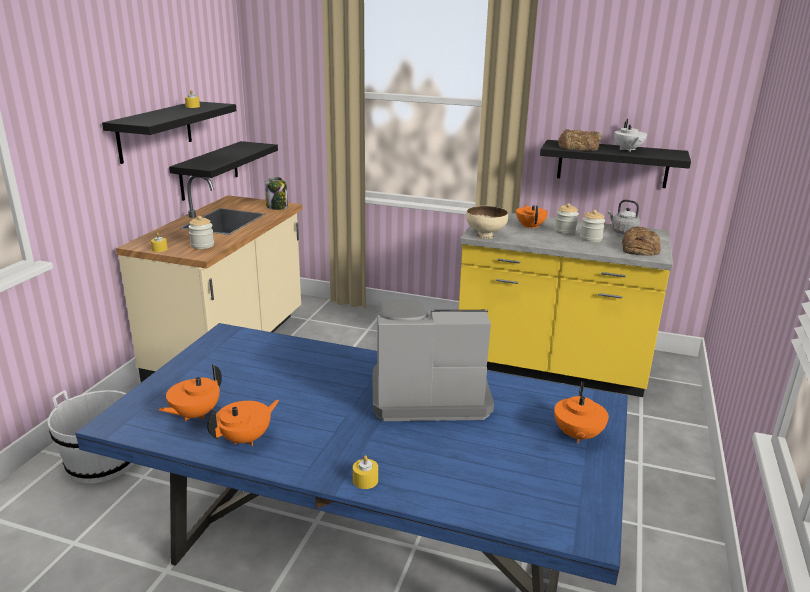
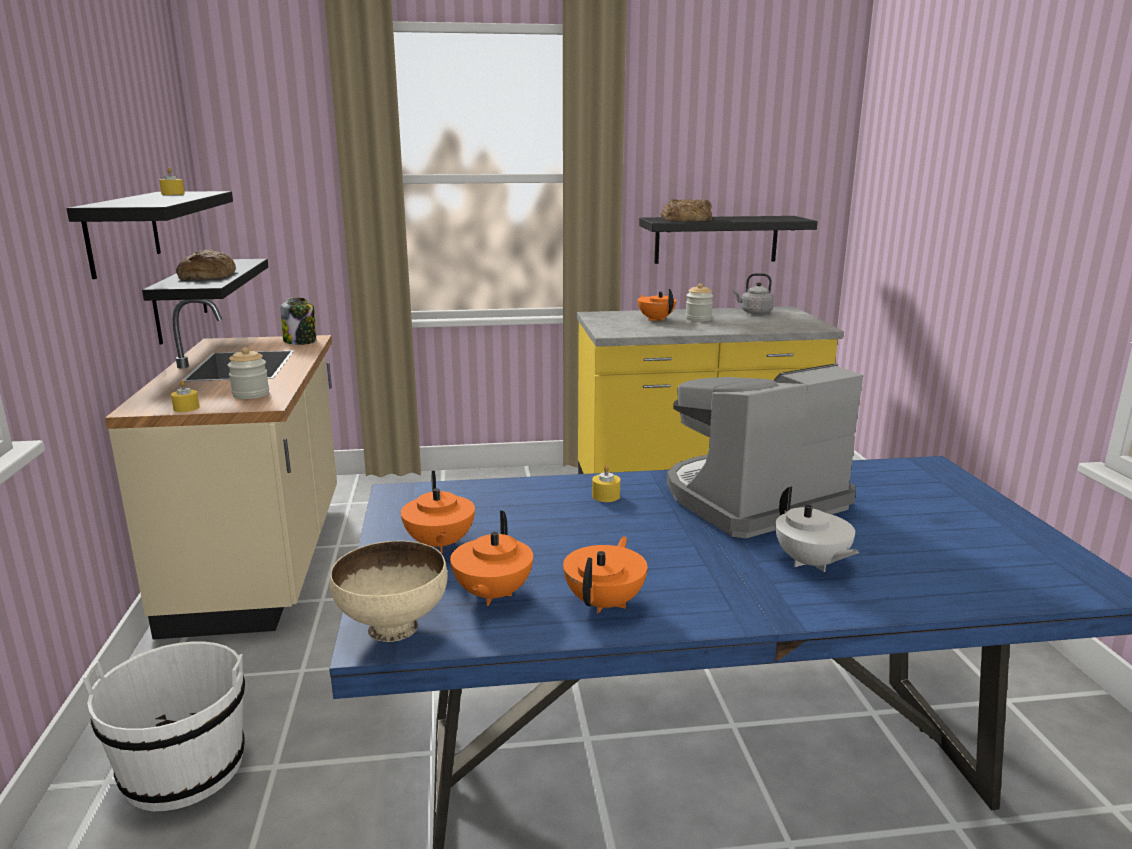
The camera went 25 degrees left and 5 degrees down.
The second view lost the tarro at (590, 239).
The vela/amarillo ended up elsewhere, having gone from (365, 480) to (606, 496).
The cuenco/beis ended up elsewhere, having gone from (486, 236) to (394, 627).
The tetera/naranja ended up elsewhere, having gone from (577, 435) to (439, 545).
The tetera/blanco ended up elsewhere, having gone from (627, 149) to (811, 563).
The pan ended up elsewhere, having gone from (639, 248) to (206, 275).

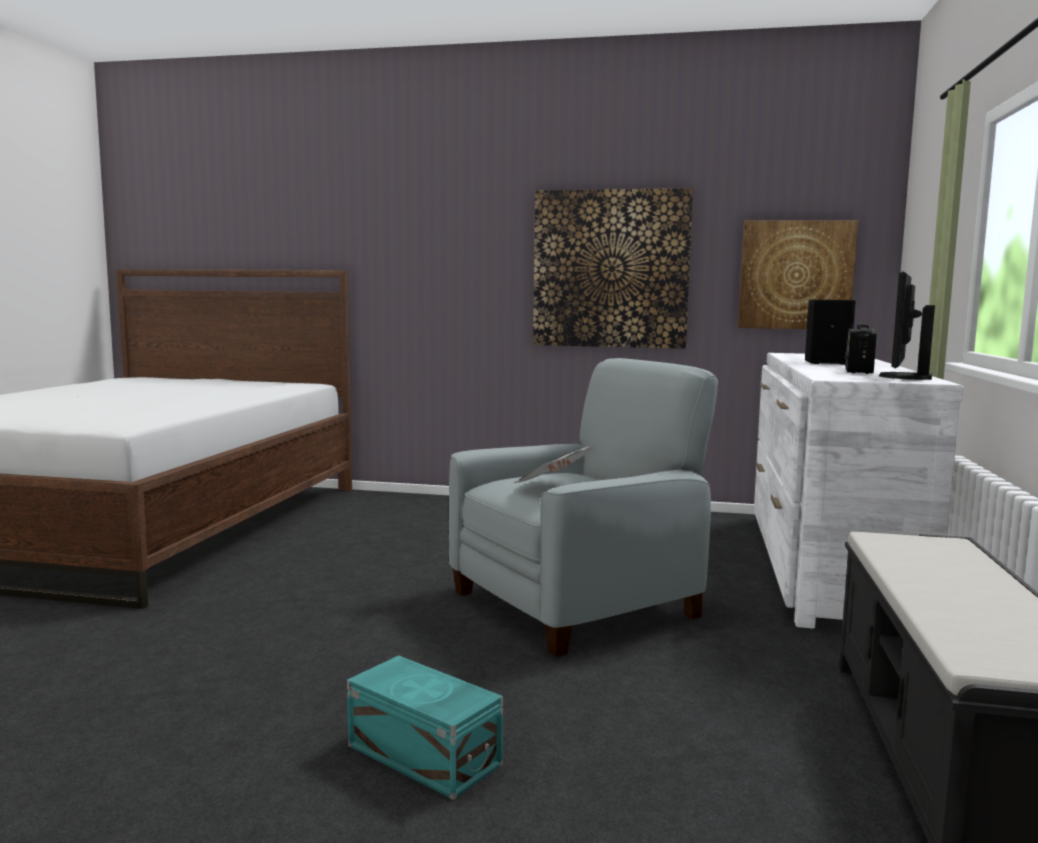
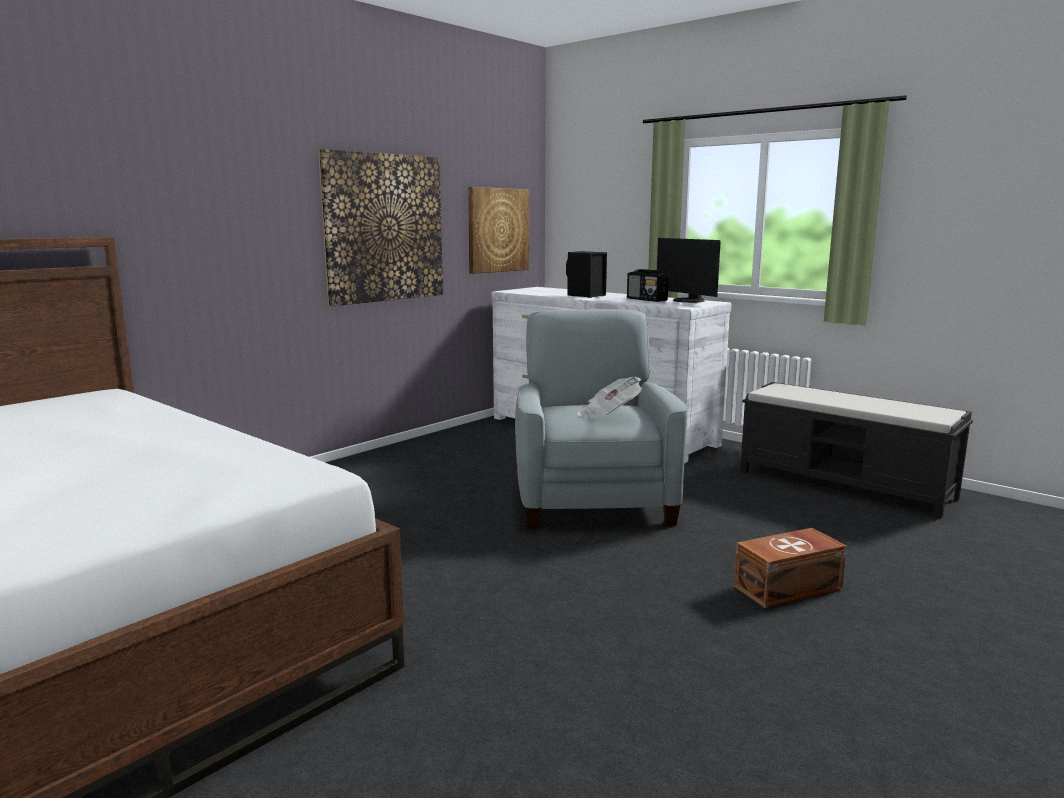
The camera went 60 degrees left and 5 degrees up.
What was the caja de almacenaje/turquesa at (424, 756) turned into the caja de almacenaje/marrón at (789, 588).

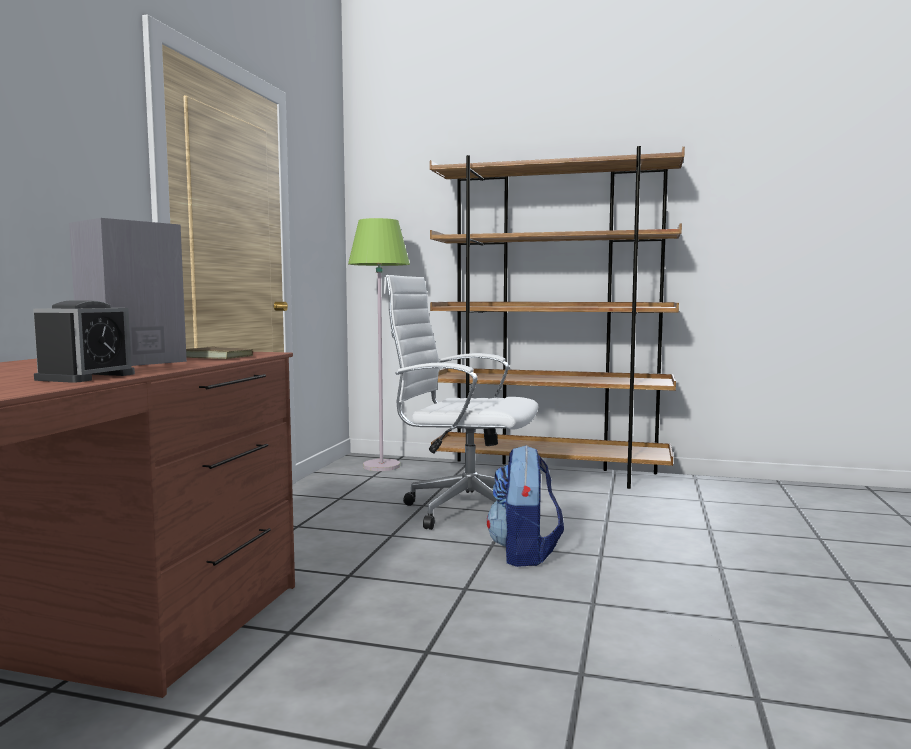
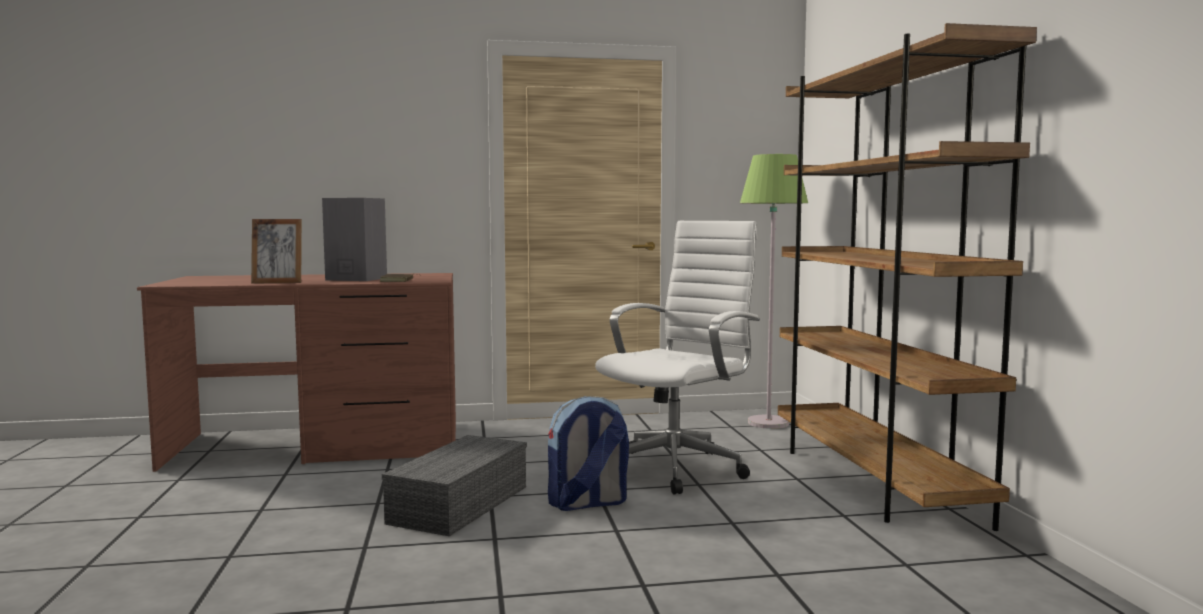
The camera went 65 degrees right and 0 degrees up.
The second view gained the caja de almacenaje/gris at (459, 503).
Where the despertador stood at (86, 377), the portarretratos came to stand at (278, 282).
The silla de oficina/blanco at (462, 510) ended up facing another way, 45 degrees clockwise from before.

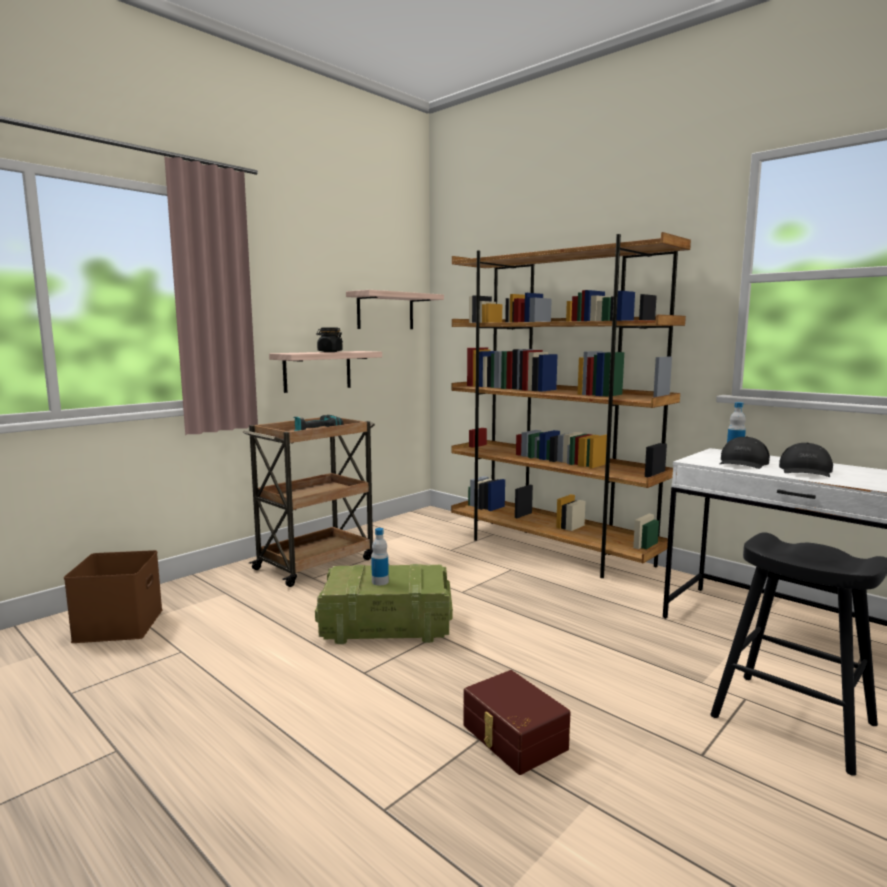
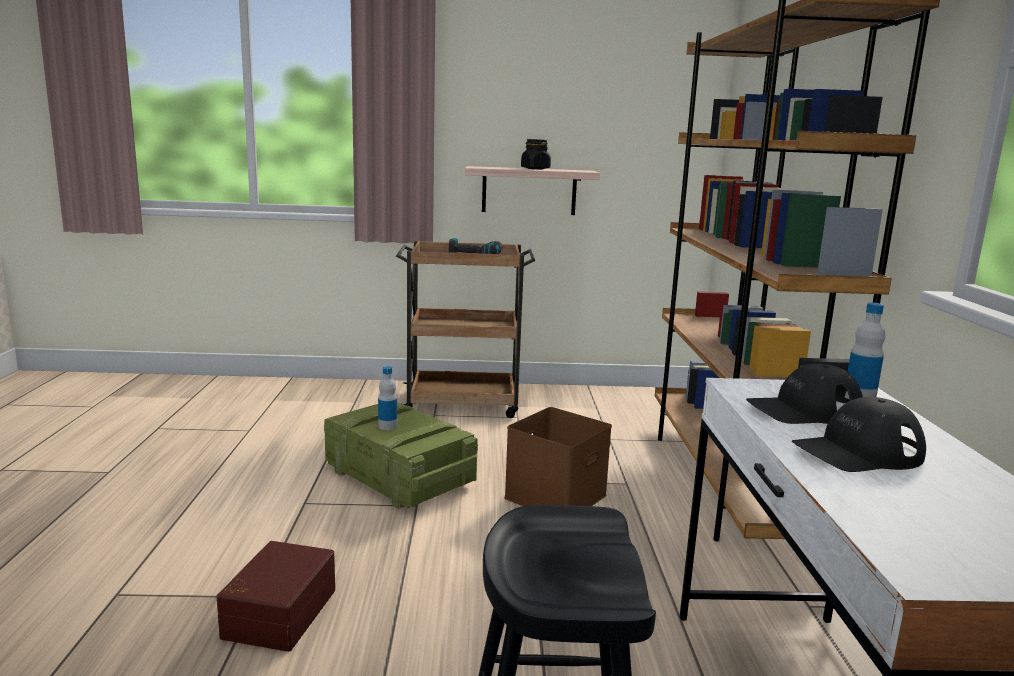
The camera went 45 degrees right and 5 degrees up.
The second view lost the estante at (385, 311).
The caja de almacenaje/marrón ended up elsewhere, having gone from (120, 625) to (556, 497).

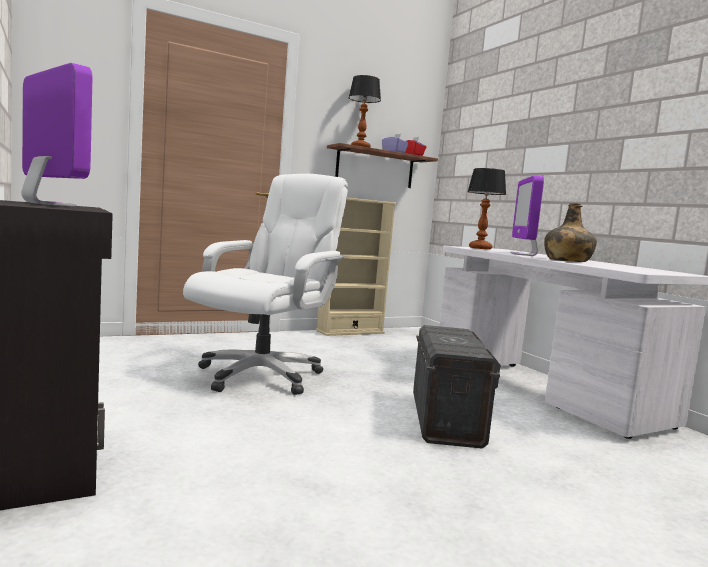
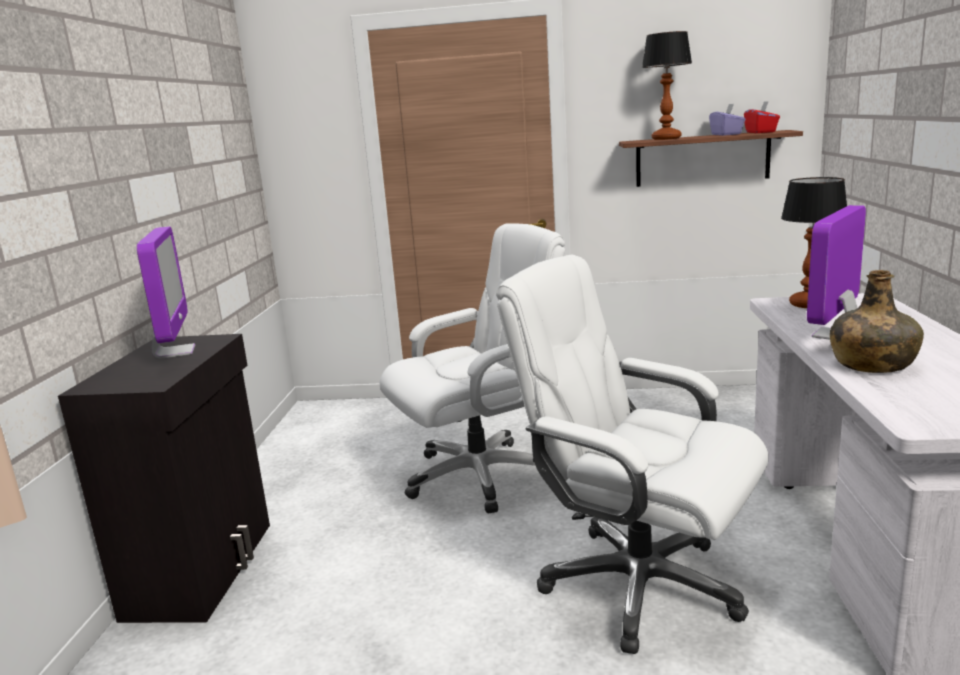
The camera went 35 degrees right and 10 degrees up.
The second view lost the estantería/beis at (350, 332).
Where the caja de almacenaje/gris stood at (446, 419), the silla de oficina/blanco came to stand at (637, 584).

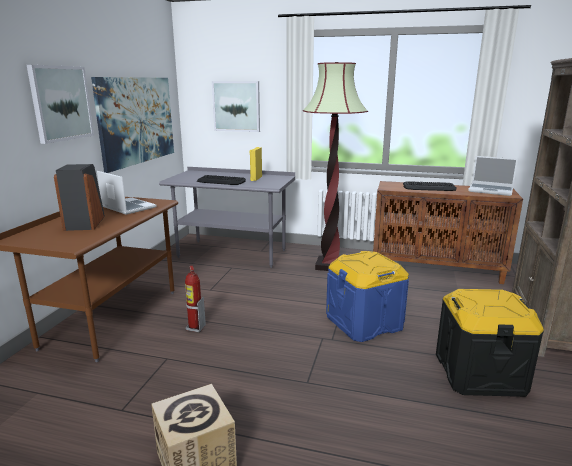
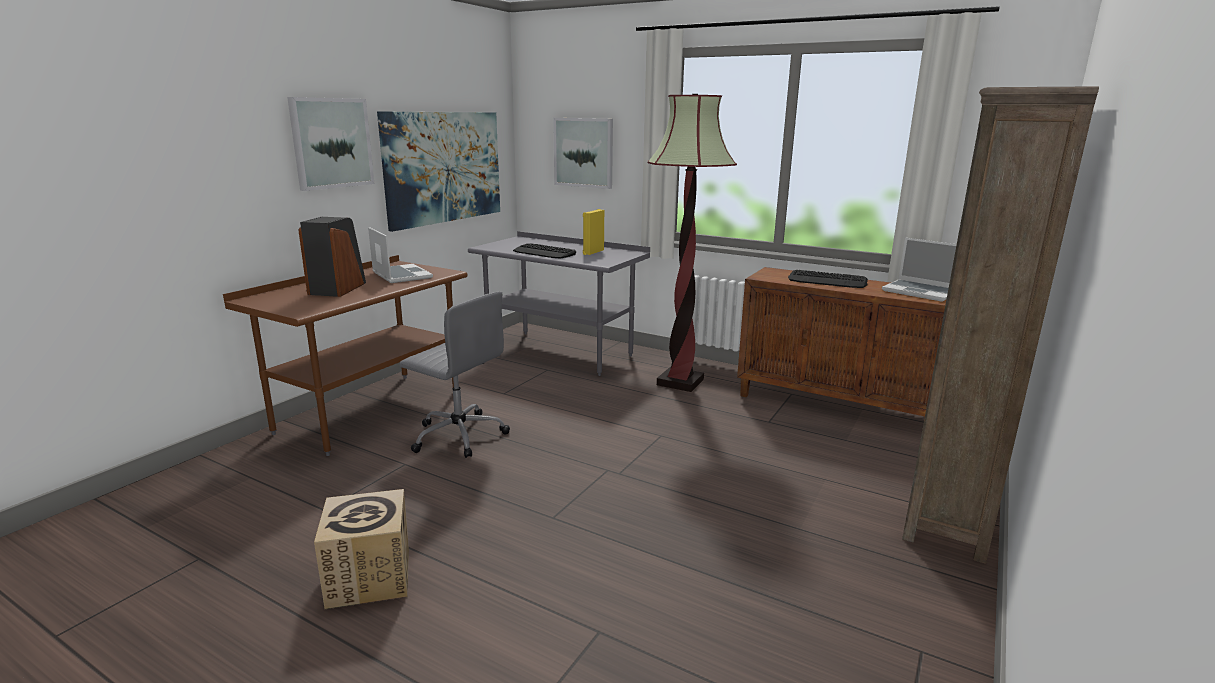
The camera went 15 degrees right and 0 degrees up.
The second view lost the caja de almacenaje/azul at (364, 322).
The second view lost the caja de almacenaje/negro at (479, 373).
Where the extintor stood at (195, 328), the silla de oficina/gris came to stand at (458, 435).

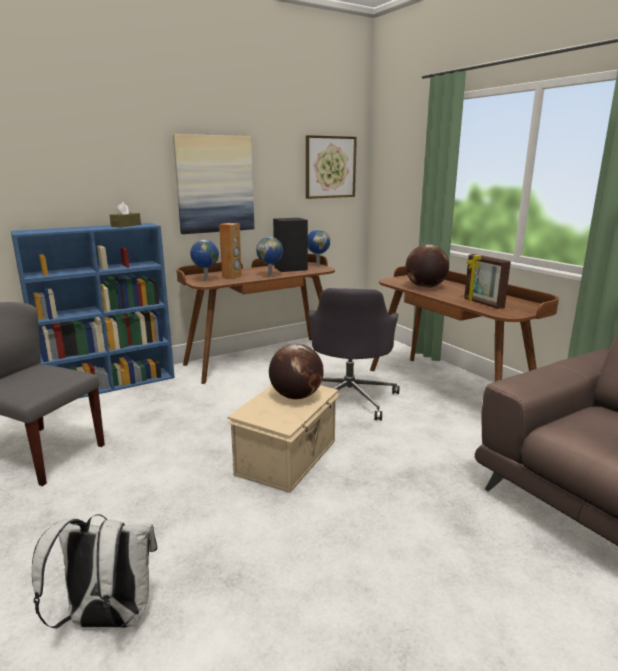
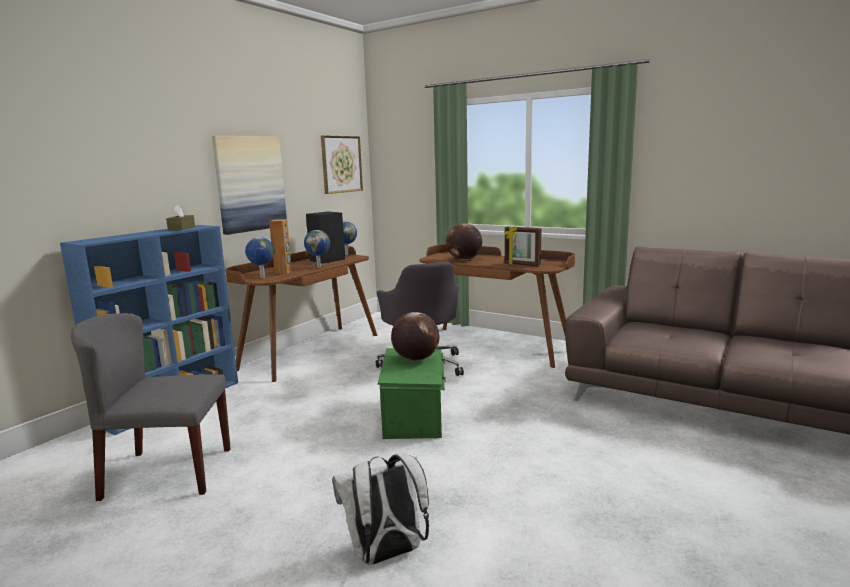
The camera went 25 degrees left and 5 degrees down.
What was the caja de almacenaje/beis at (289, 457) turned into the caja de almacenaje/verde at (415, 416).

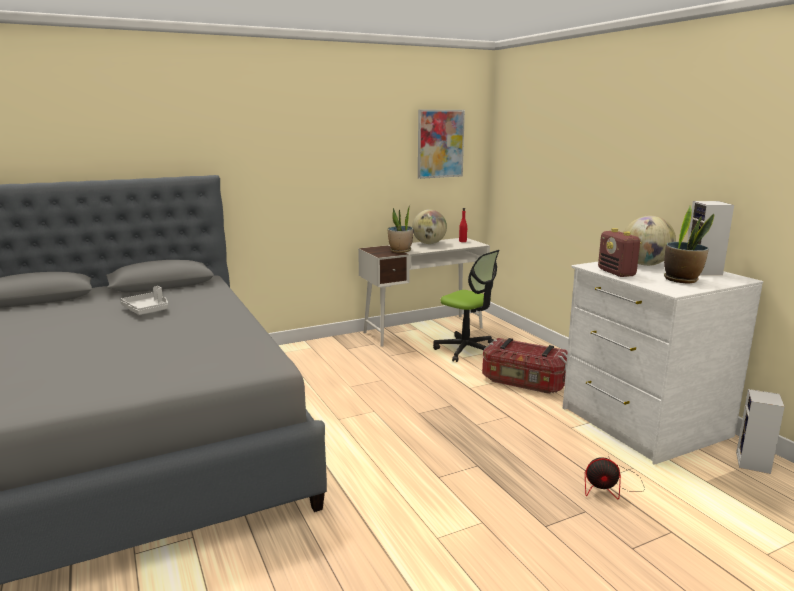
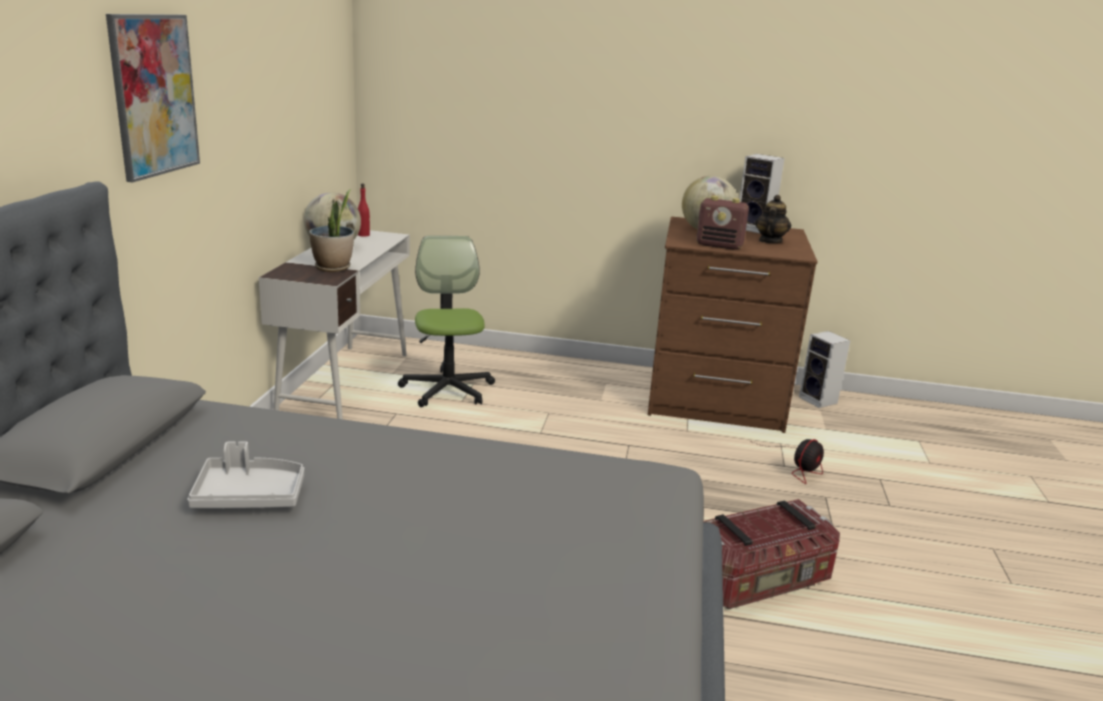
The camera went 55 degrees left and 5 degrees up.
The cuadro ended up elsewhere, having gone from (440, 144) to (154, 95).
The caja de almacenaje ended up elsewhere, having gone from (524, 382) to (758, 582).
Where the planta en maceta stood at (681, 279), the tetera came to stand at (770, 241).
What was the cómoda/blanco at (642, 422) turned into the cómoda/marrón at (715, 400).
The silla de oficina at (467, 350) ended up facing another way, 90 degrees counterclockwise from before.

